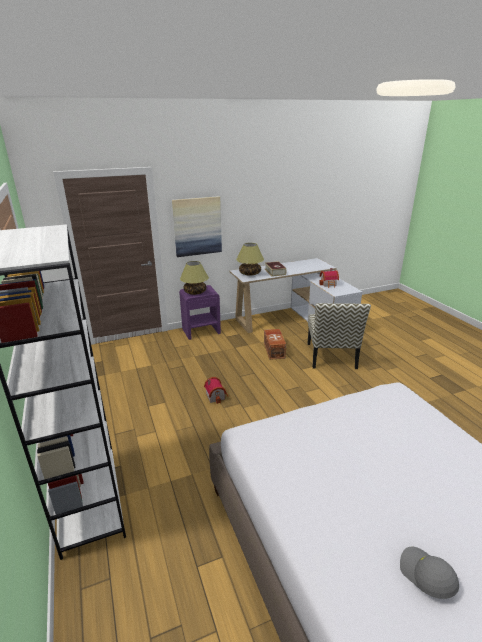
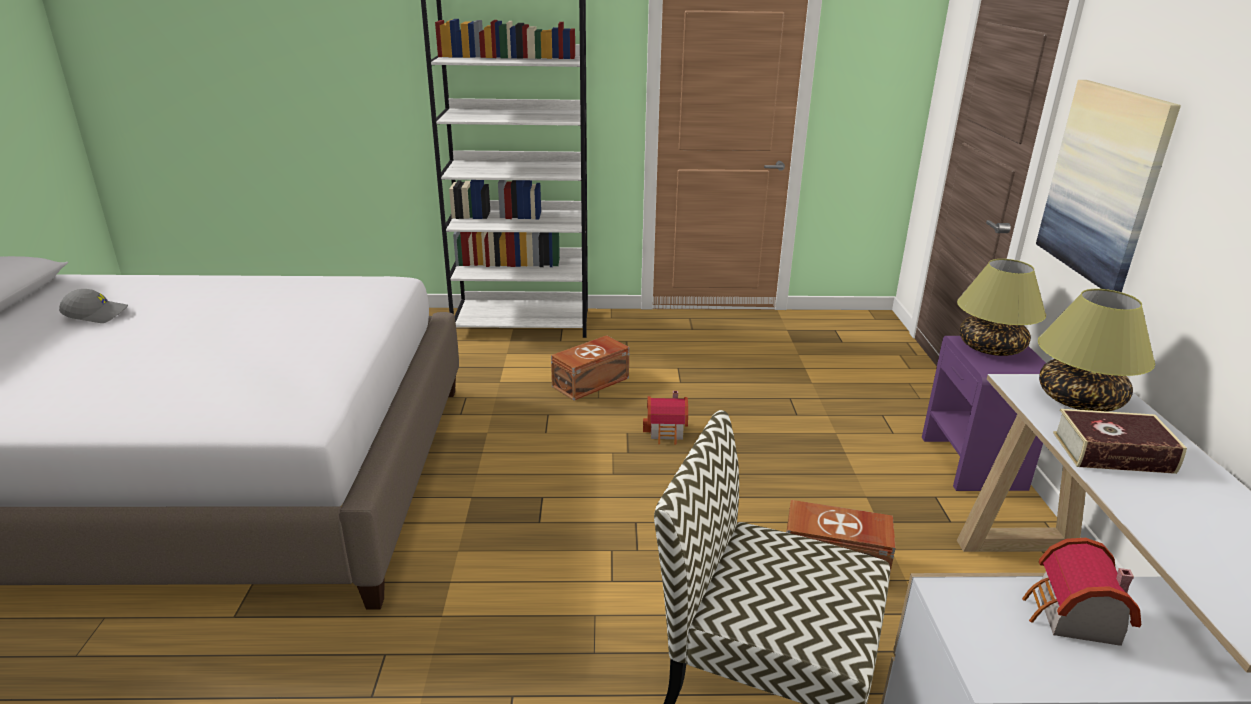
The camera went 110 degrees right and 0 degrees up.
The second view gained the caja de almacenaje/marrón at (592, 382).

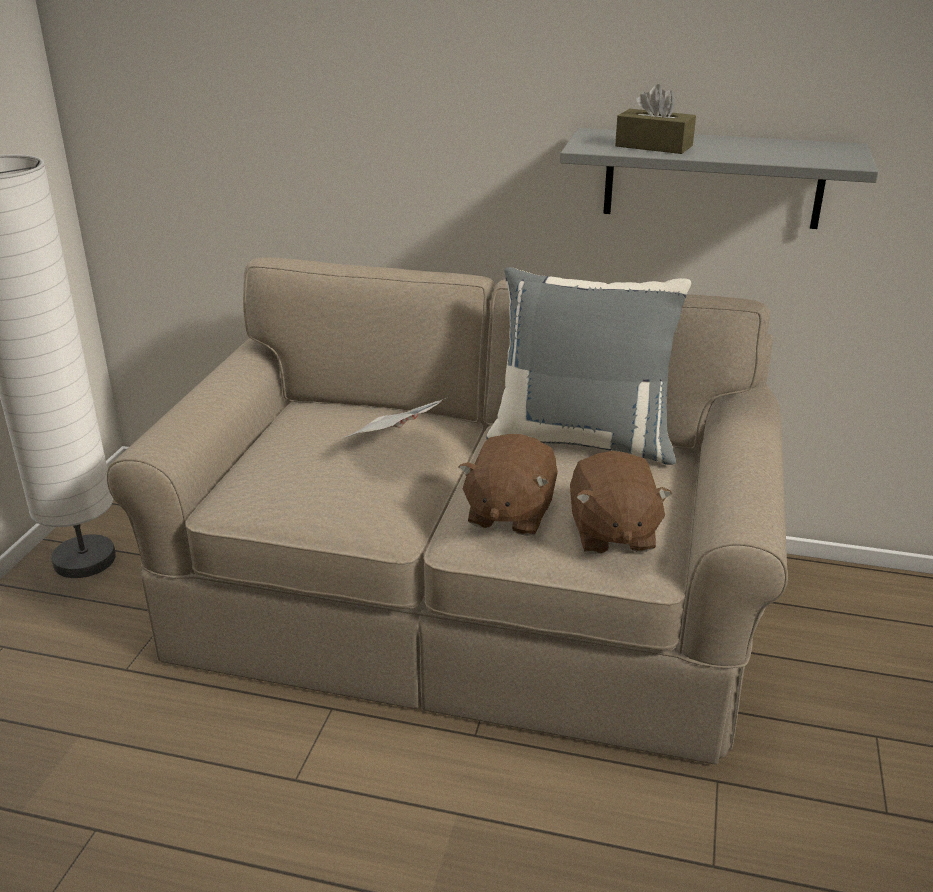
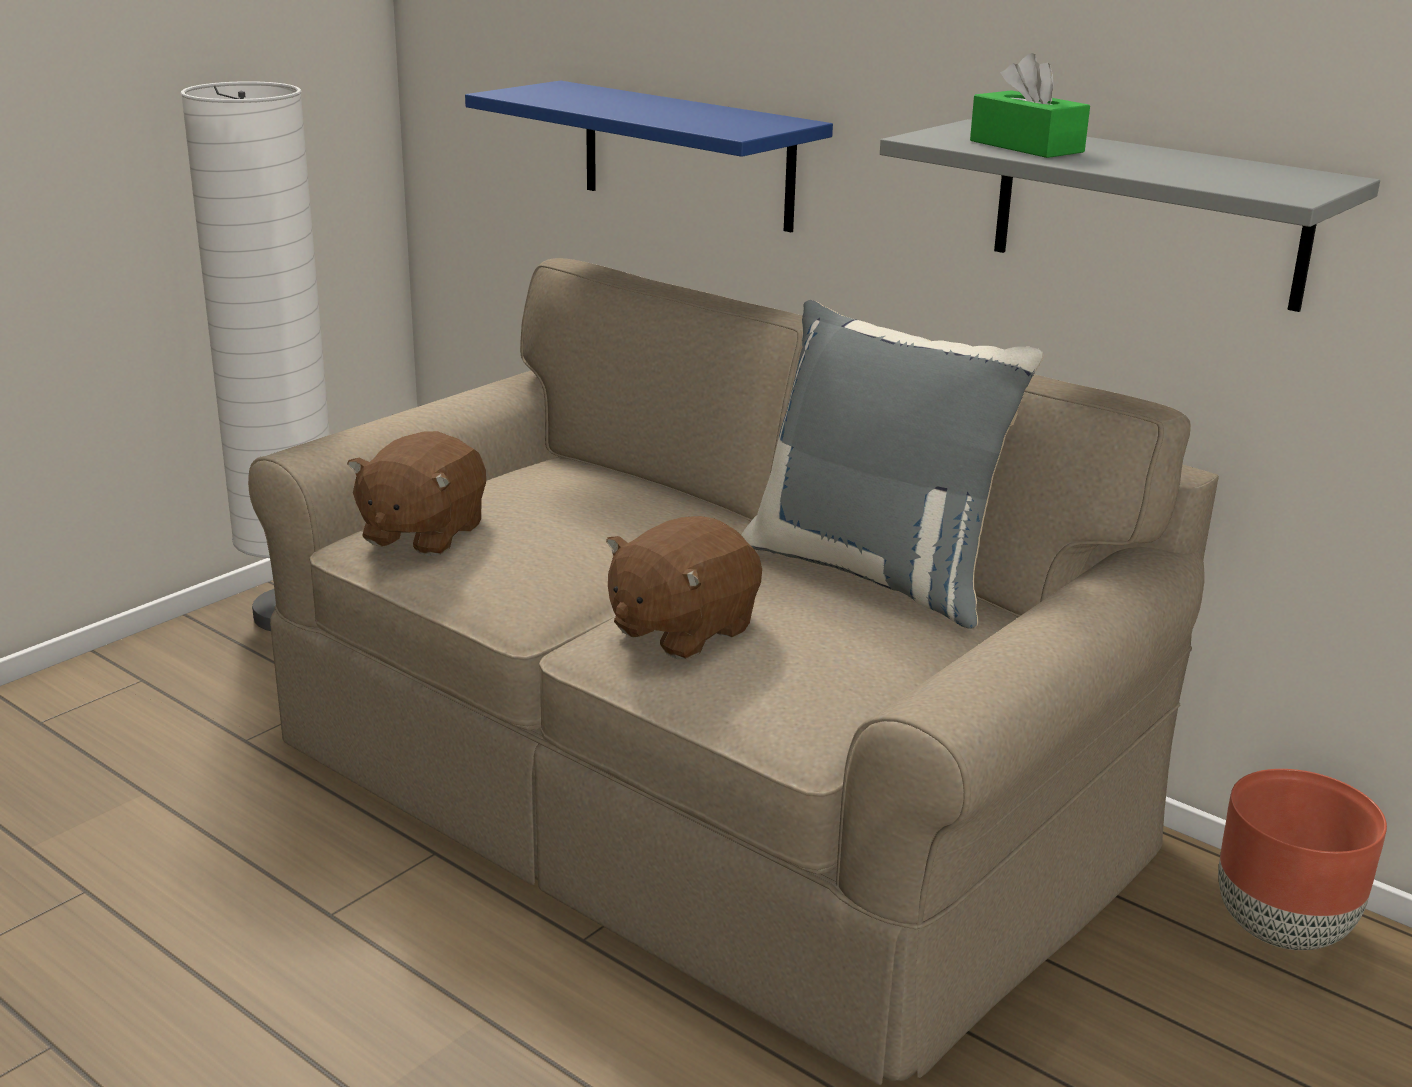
The camera went 25 degrees right and 5 degrees down.
The second view lost the periódico at (396, 444).
The second view gained the estante/azul at (687, 155).
The second view gained the maceta/marrón at (1283, 929).
The peluche/marrón ended up elsewhere, having gone from (611, 533) to (422, 534).
What was the caja de pañuelos/marrón at (653, 146) turned into the caja de pañuelos/verde at (1026, 146).

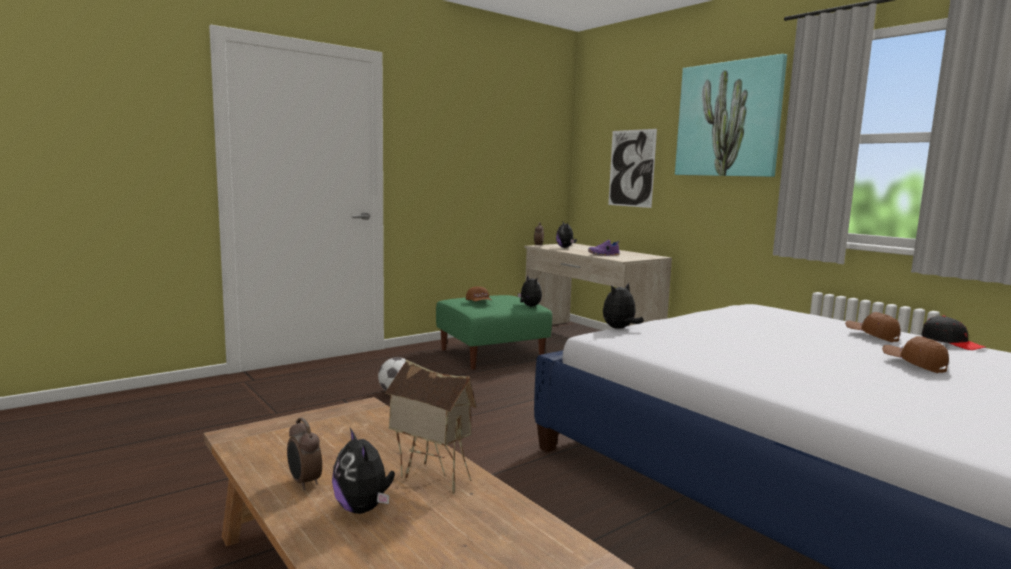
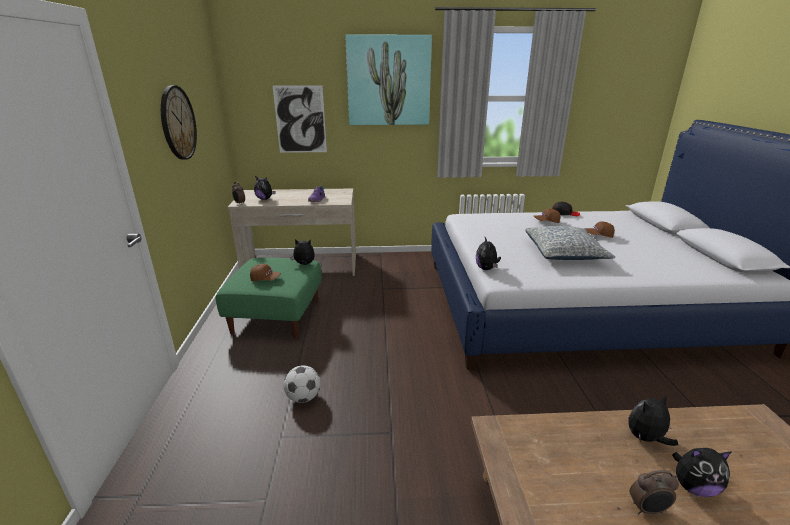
The camera went 55 degrees left and 15 degrees up.
The second view gained the reloj de pared at (178, 123).
The second view gained the cojín at (564, 253).
Where the casita stood at (429, 478), the peluche came to stand at (646, 438).

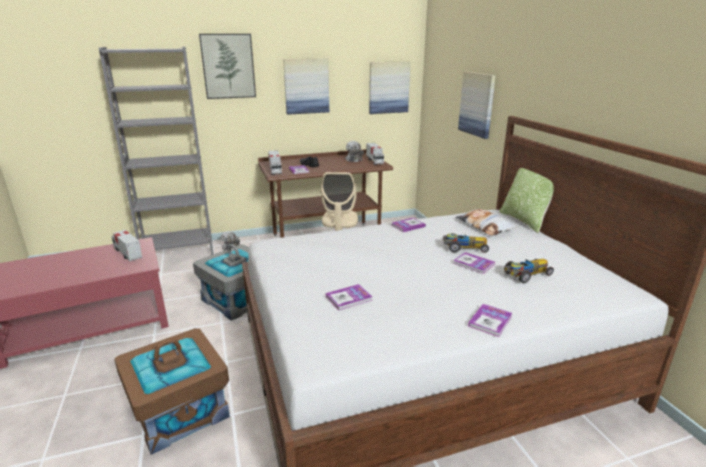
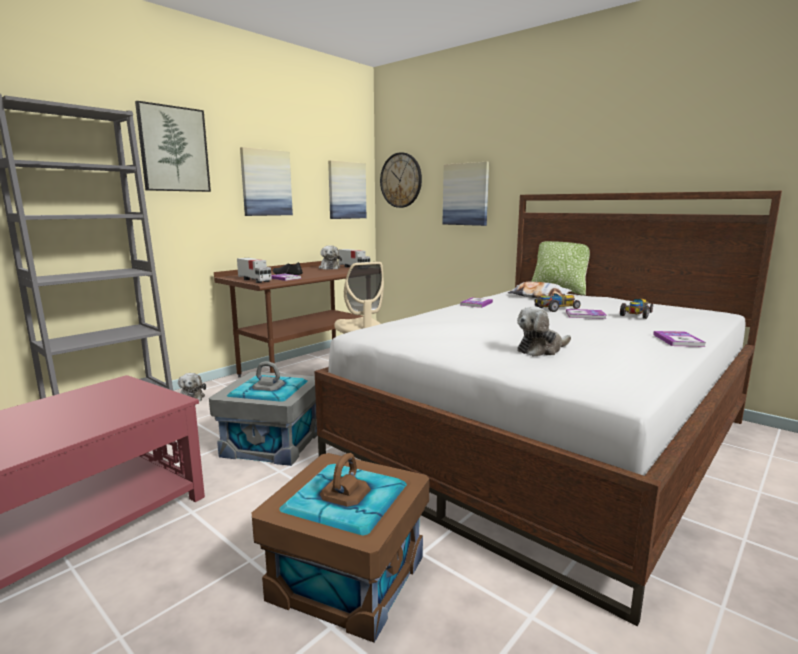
The camera went 30 degrees left and 10 degrees down.
The second view lost the camión de juguete at (128, 253).
The second view gained the reloj de pared at (401, 180).
Where the libro stood at (349, 298), the peluche came to stand at (541, 350).

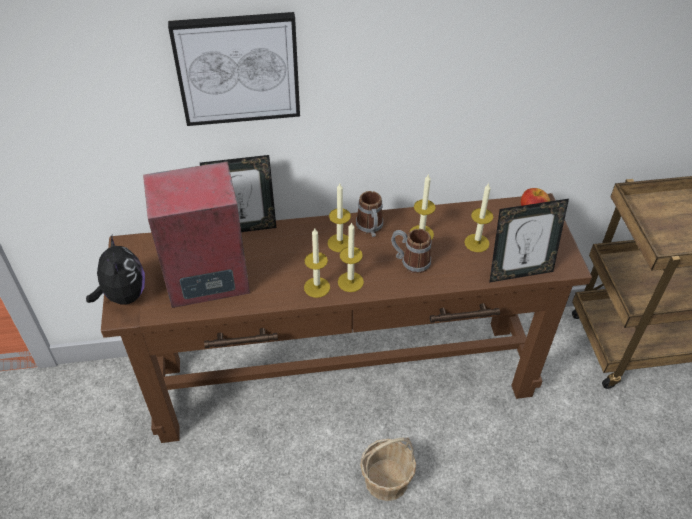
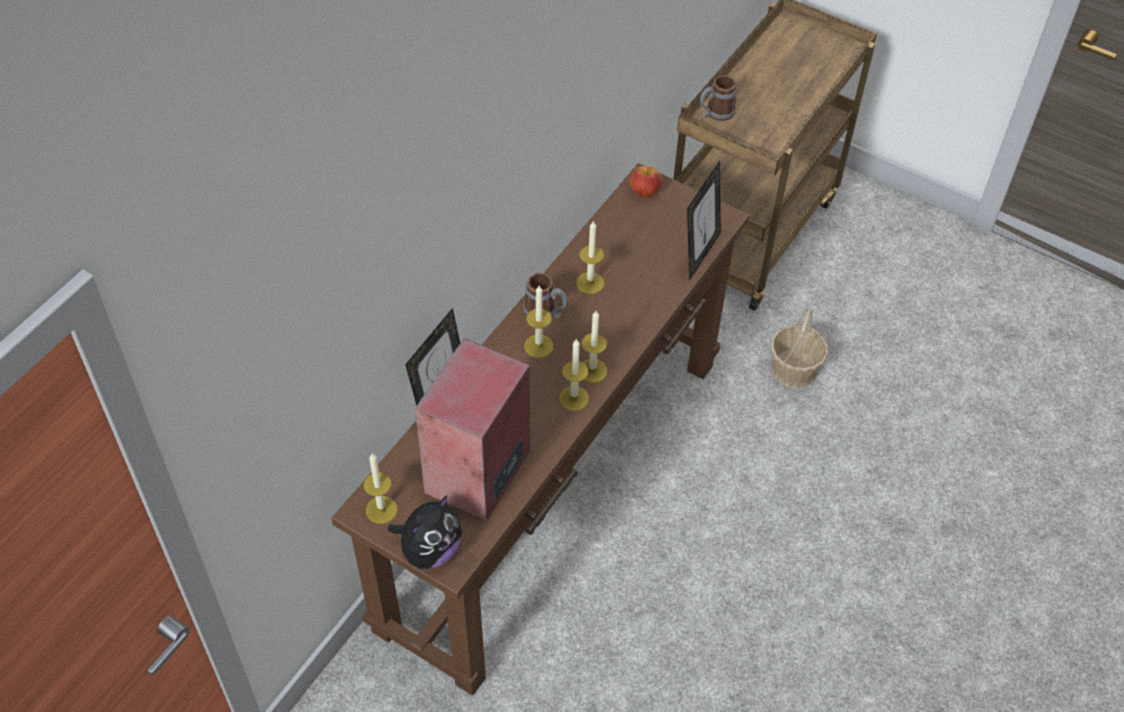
The camera went 50 degrees left and 5 degrees up.
The second view lost the cuadro at (237, 68).
The cesta ended up elsewhere, having gone from (387, 480) to (794, 369).
The taza grande ended up elsewhere, having gone from (410, 261) to (715, 113).
The vela ended up elsewhere, having gone from (476, 243) to (381, 510).
The peluche at (123, 295) ended up facing another way, 105 degrees clockwise from before.

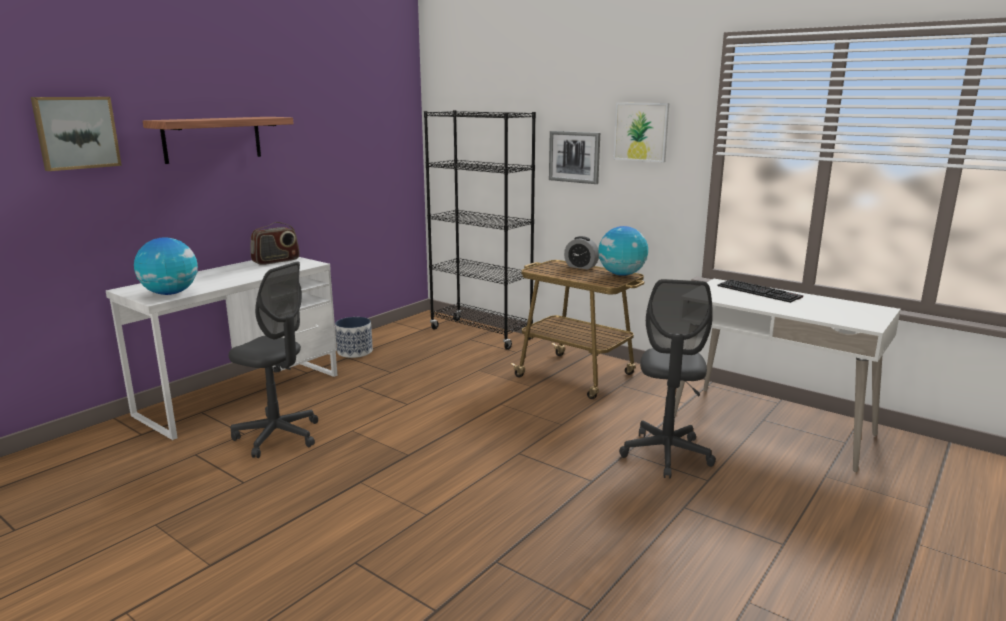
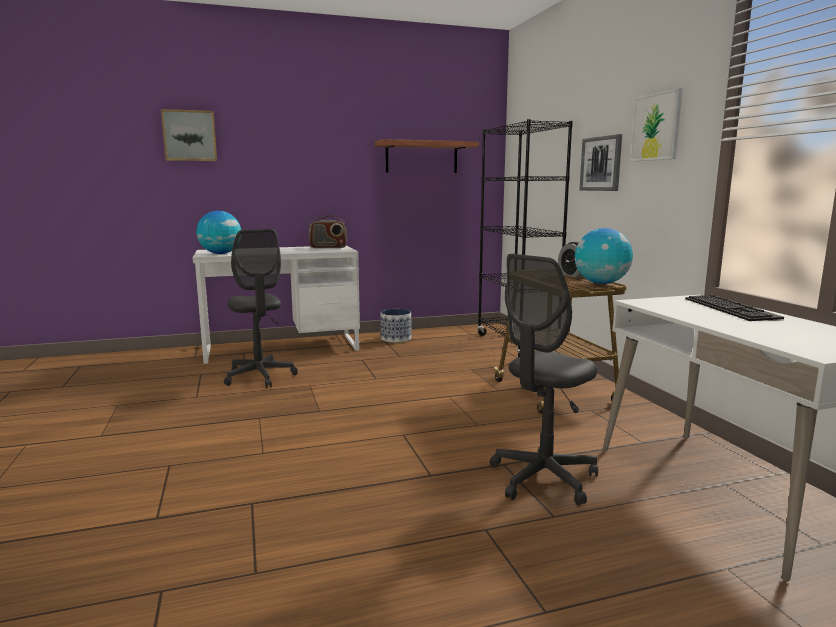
The camera went 35 degrees right and 5 degrees down.
The estante ended up elsewhere, having gone from (212, 139) to (421, 157).

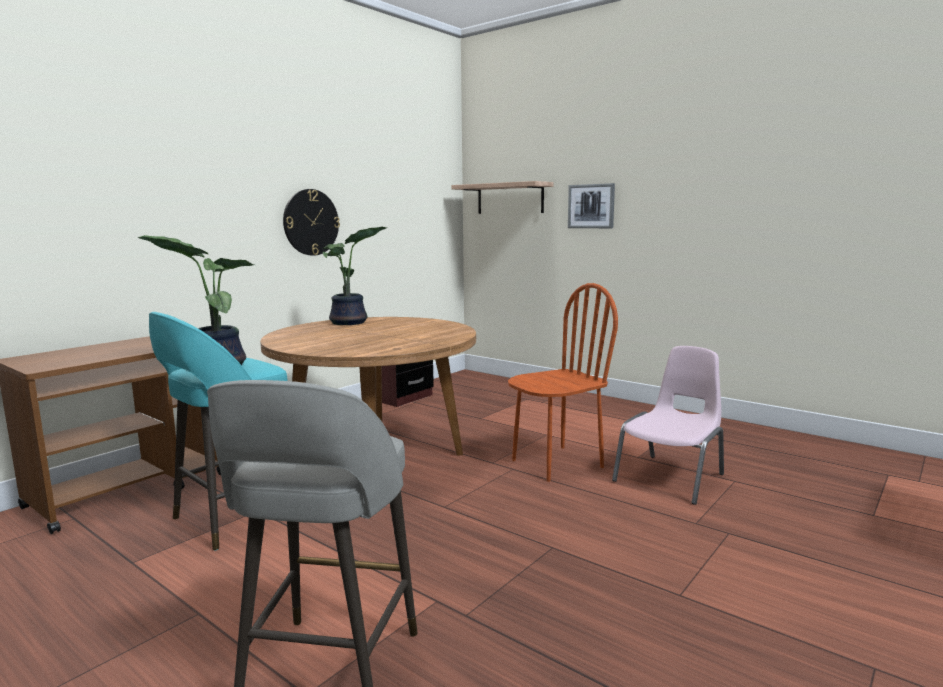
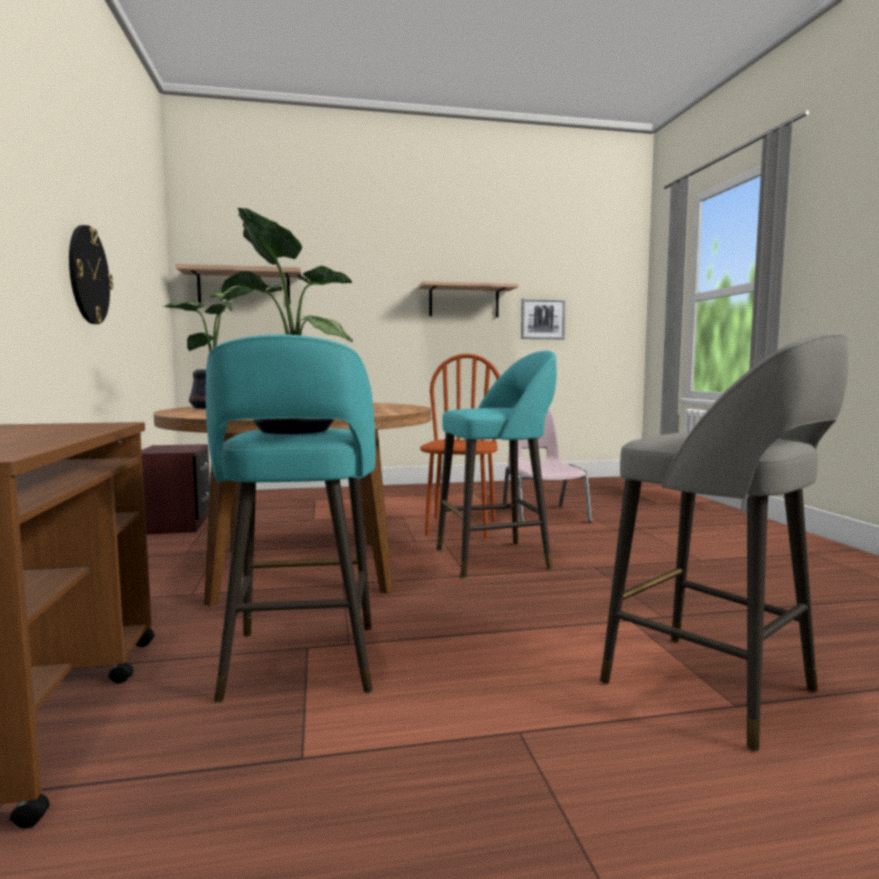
The camera went 50 degrees left and 5 degrees down.
The second view gained the estante at (464, 301).
The second view gained the taburete/turquesa at (495, 559).
The cuadro ended up elsewhere, having gone from (591, 206) to (542, 319).

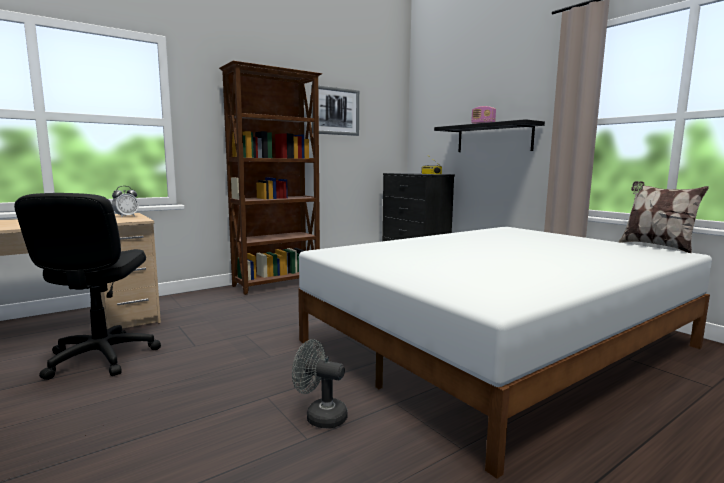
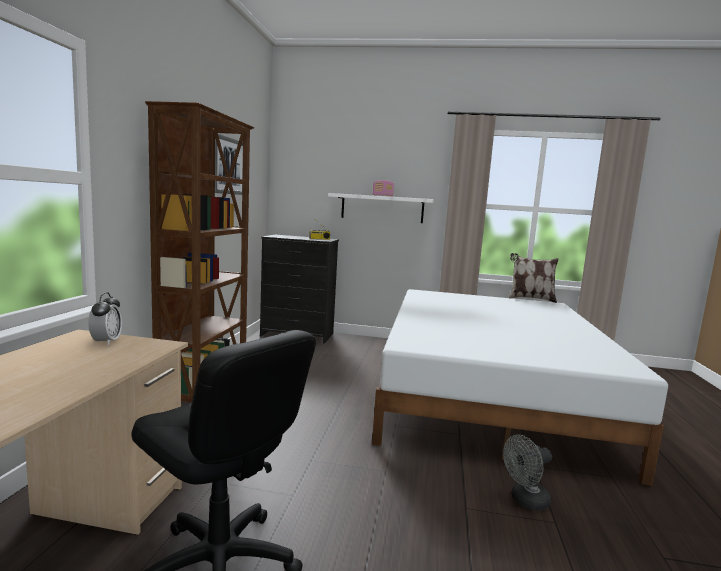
The camera went 45 degrees left and 0 degrees up.
What was the estante/negro at (493, 138) turned into the estante/blanco at (382, 208).

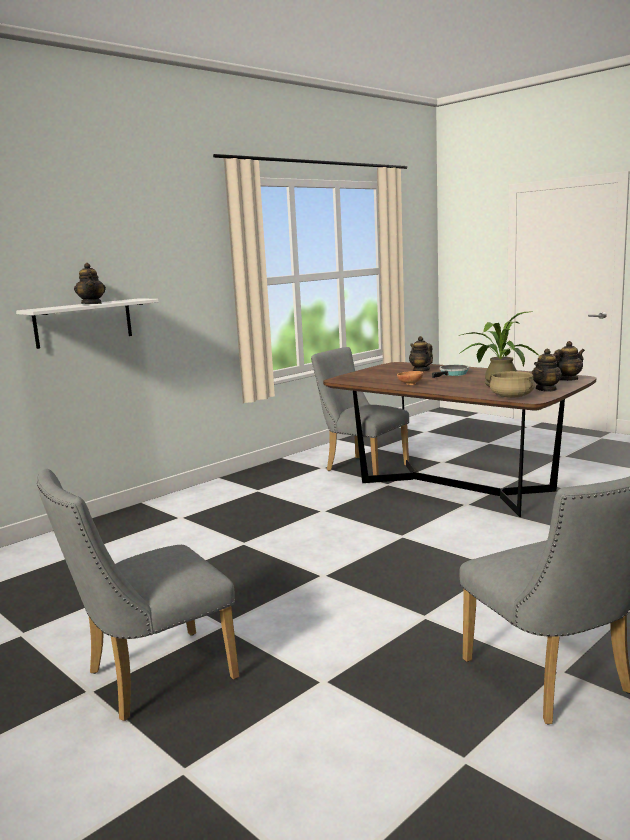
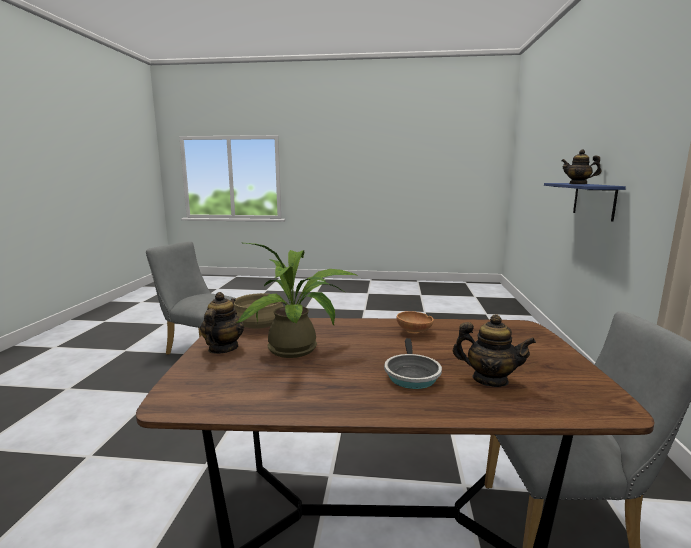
The camera went 140 degrees right and 0 degrees up.
The second view lost the silla/gris at (150, 678).
The second view lost the tetera at (567, 379).
What was the estante/blanco at (83, 323) turned into the estante/azul at (594, 200).

